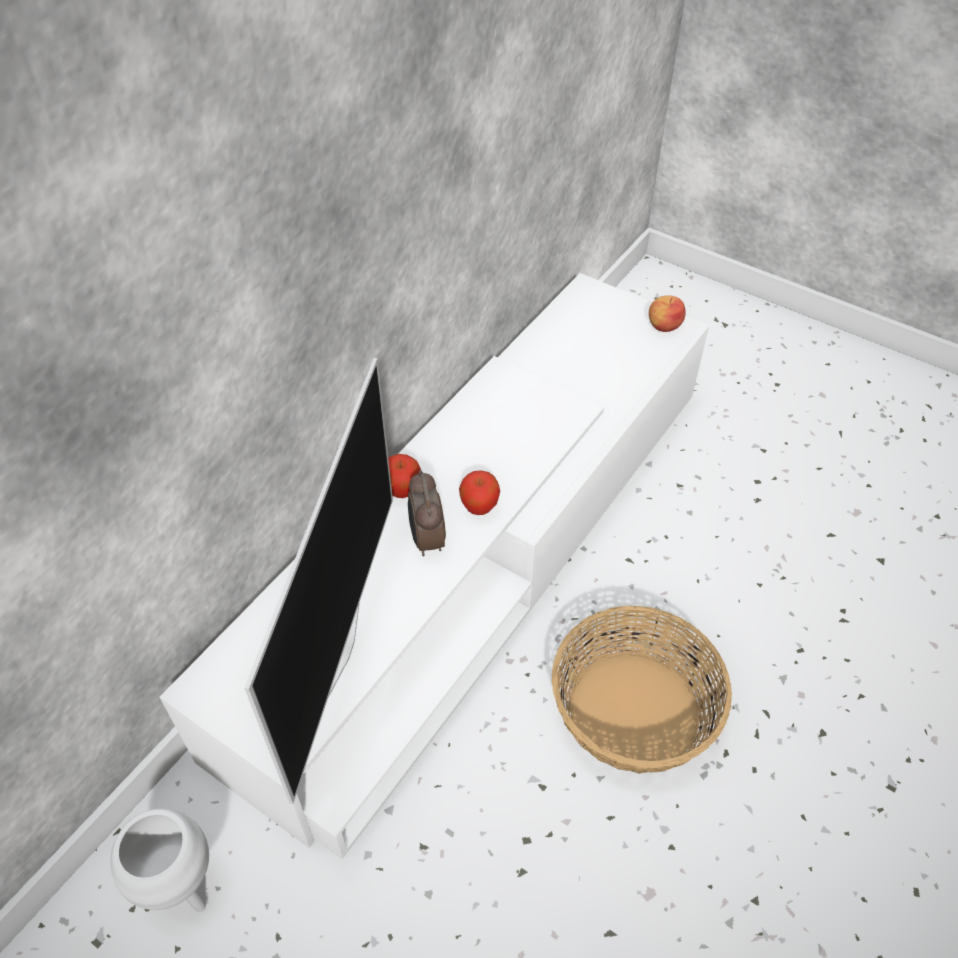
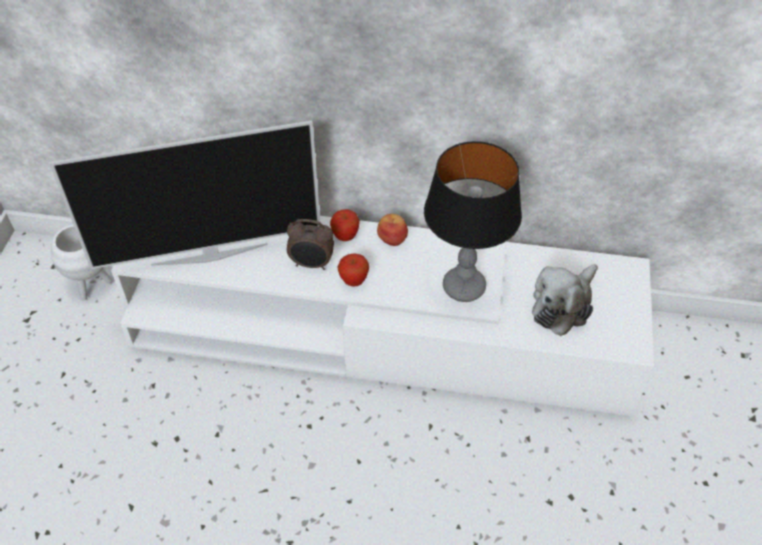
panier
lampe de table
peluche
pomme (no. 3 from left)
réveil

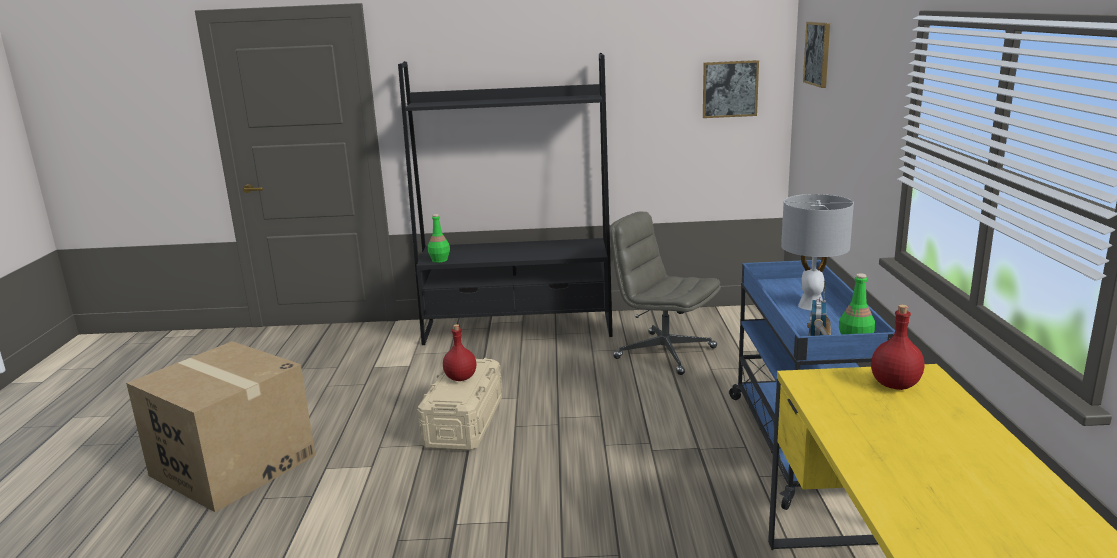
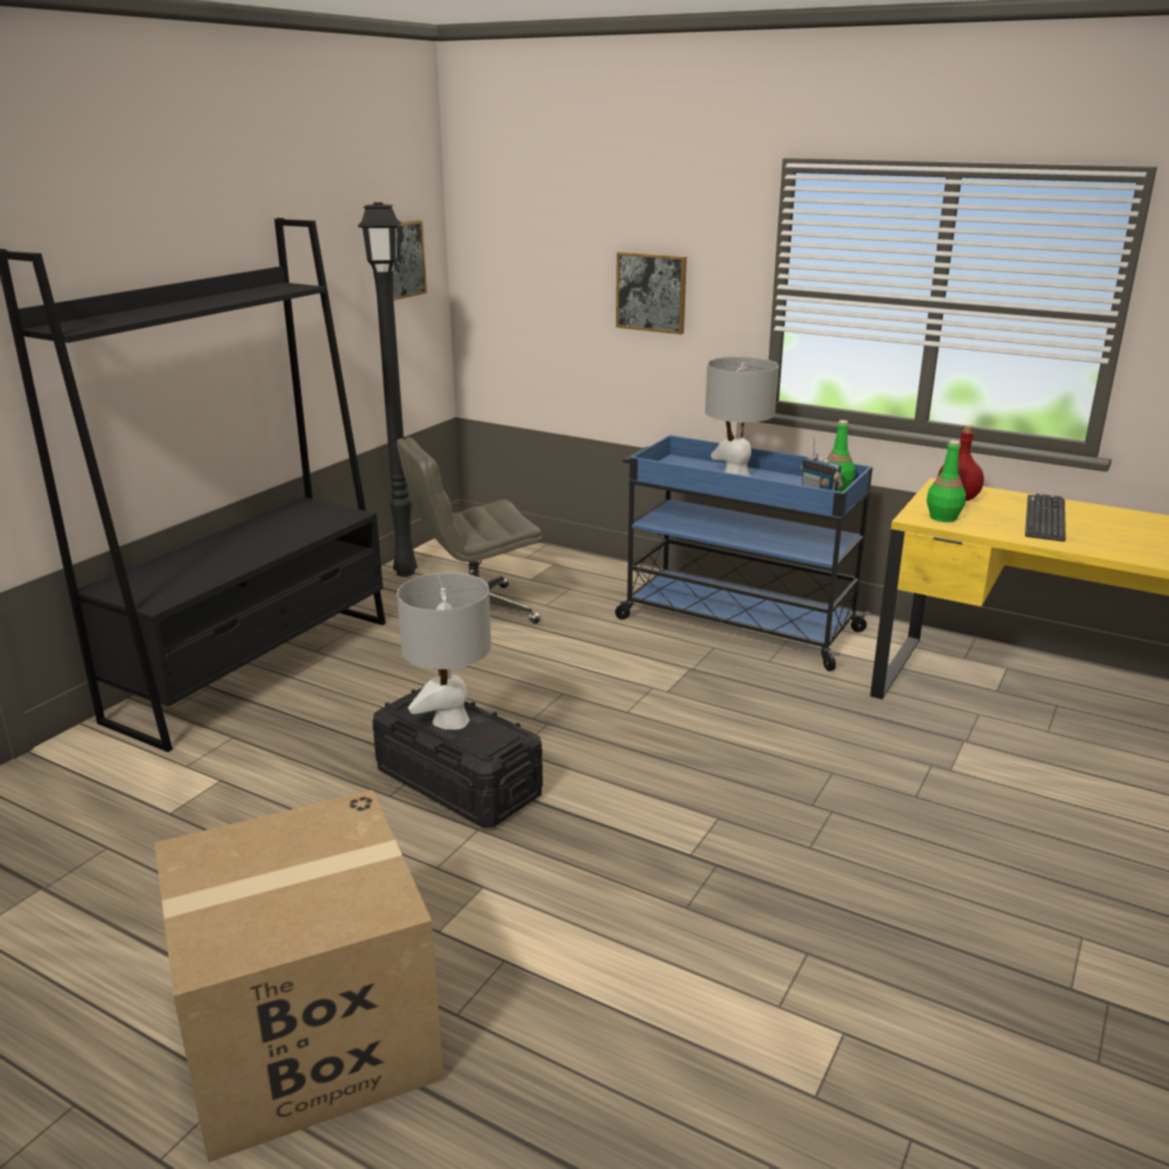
lampadaire (noir)
clavier
bouteille (vert) (no. 2 from left)
tableau (no. 2 from left)
lampe de table (gris) (no. 1 from left)
boîte de rangement (noir)

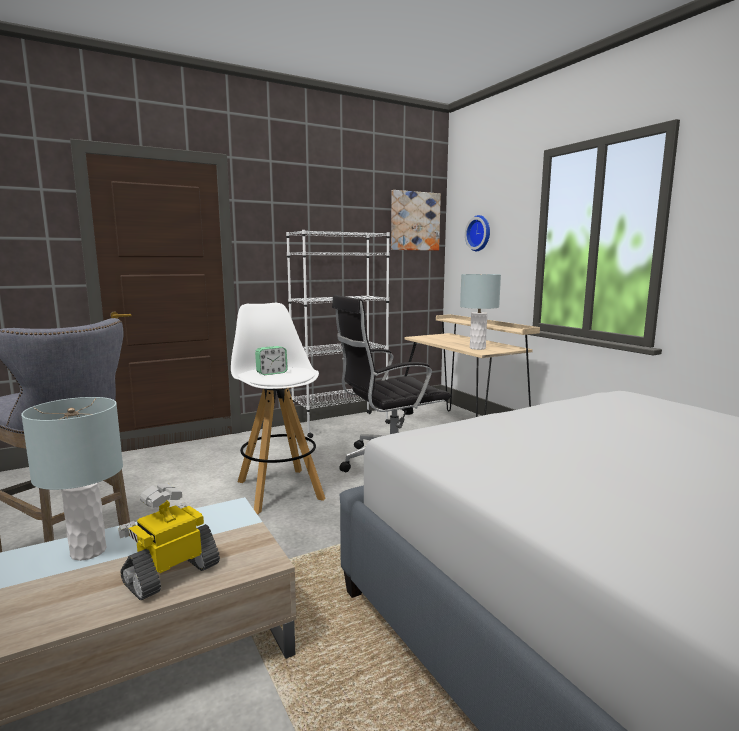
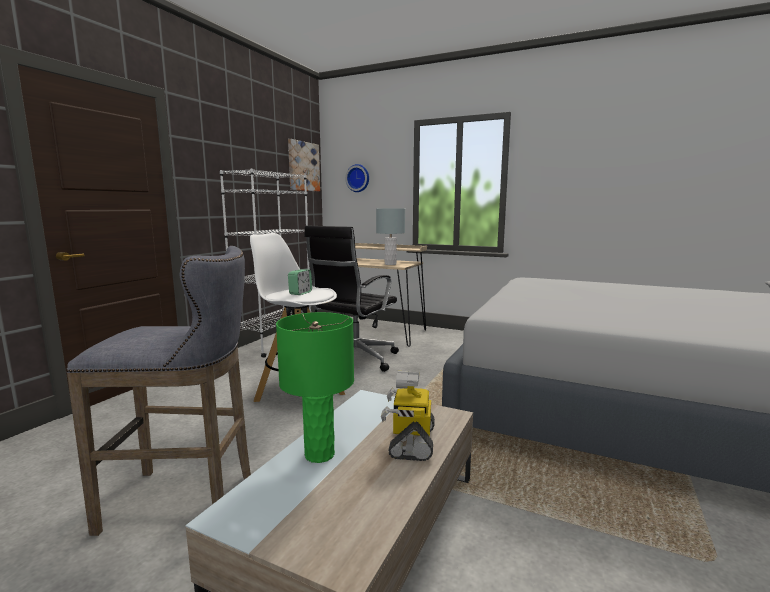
lampe de table (vert)

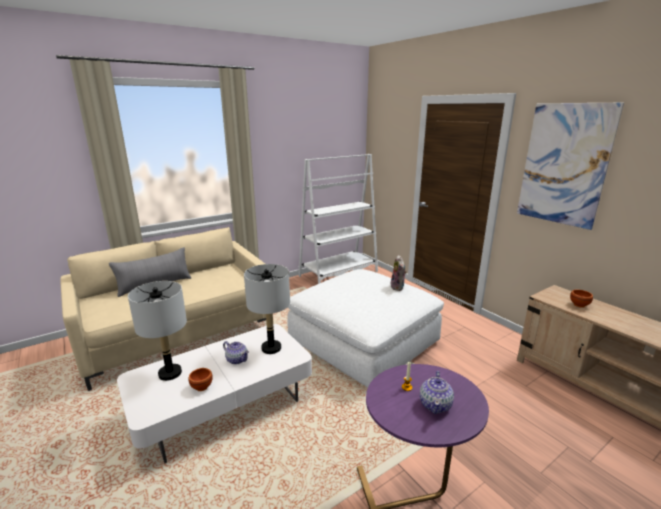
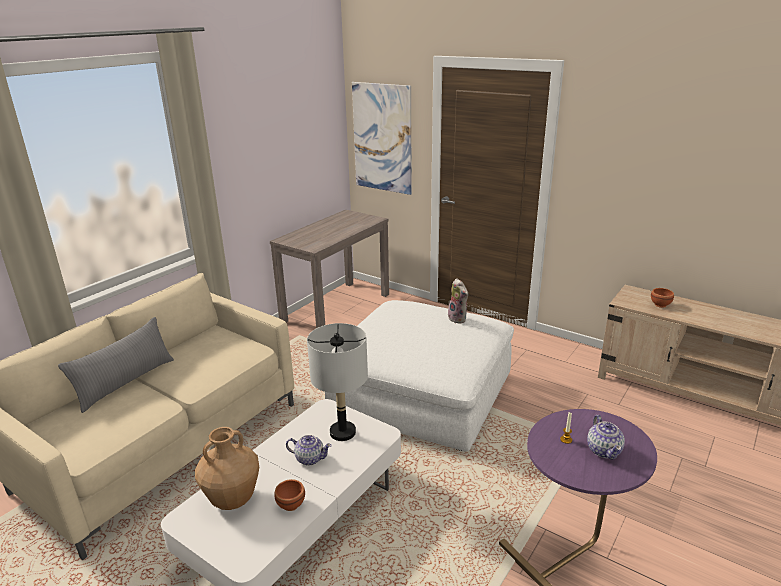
tableau
vase (marron)
table console (marron)

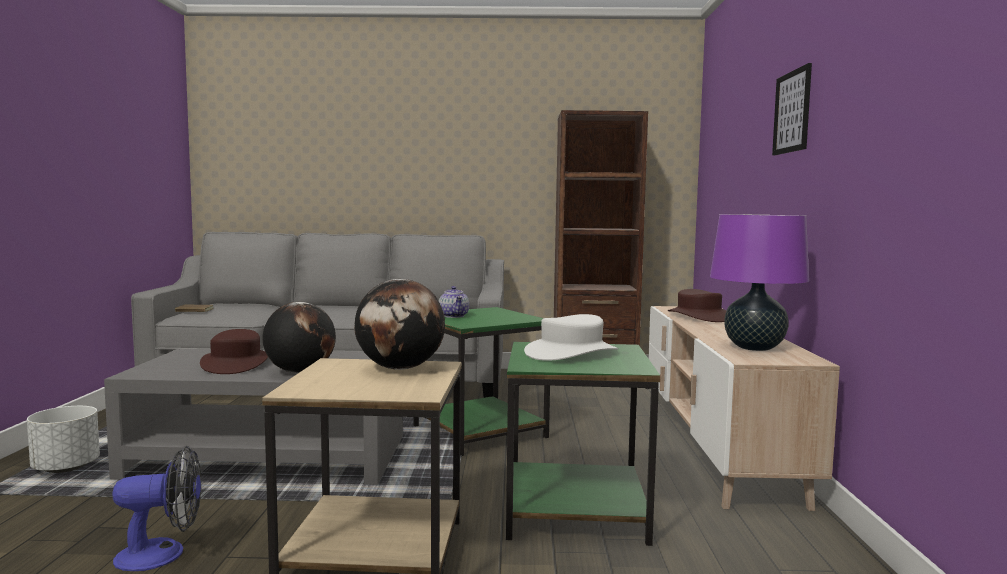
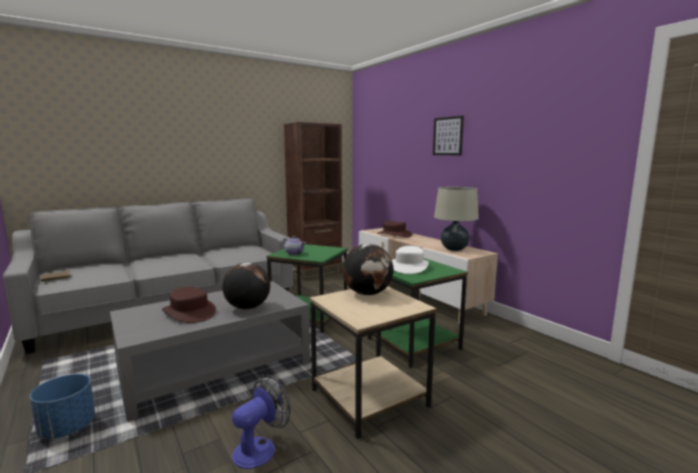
cache-pot (bleu)
lampe de table (beige)

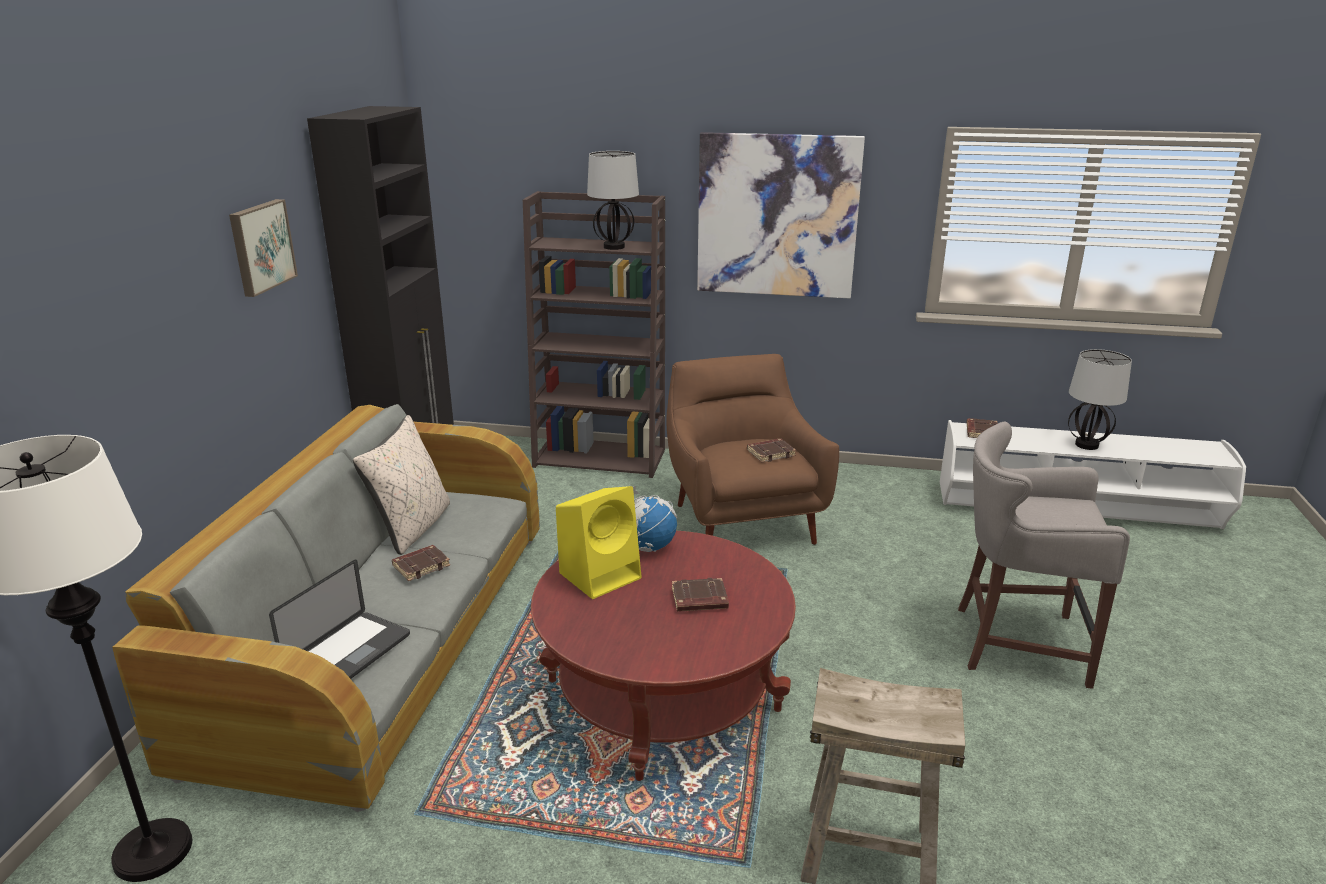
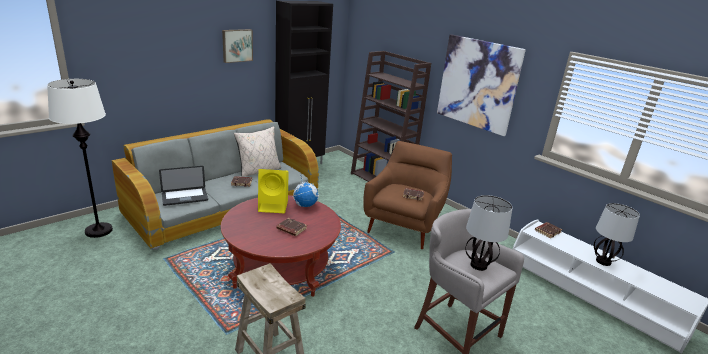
lampe de table (no. 1 from left)

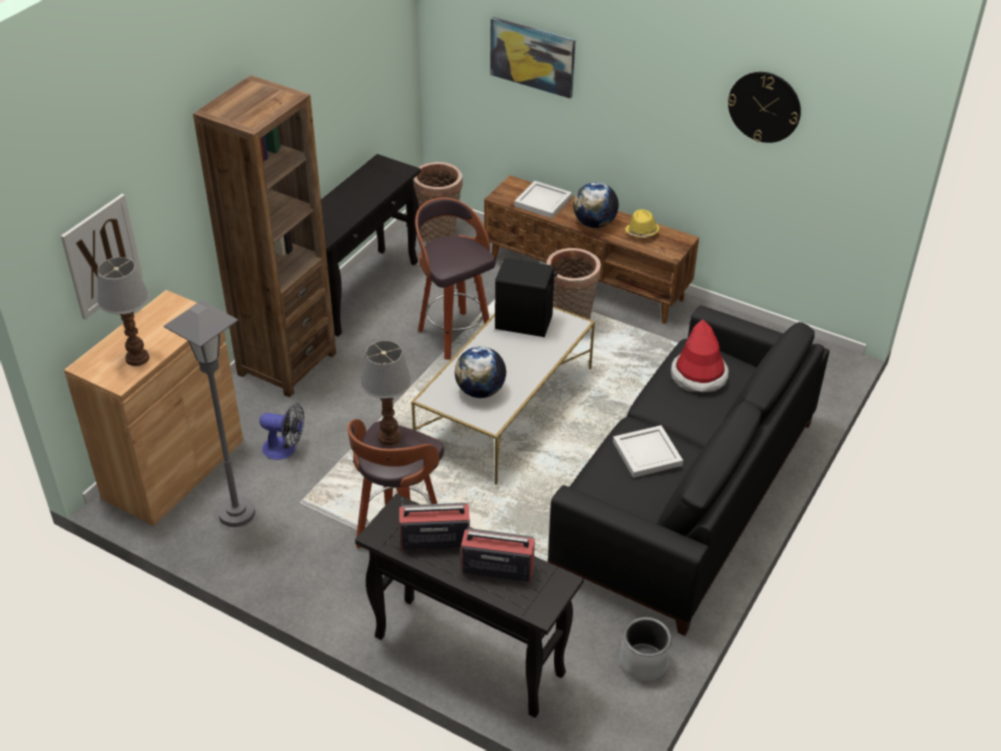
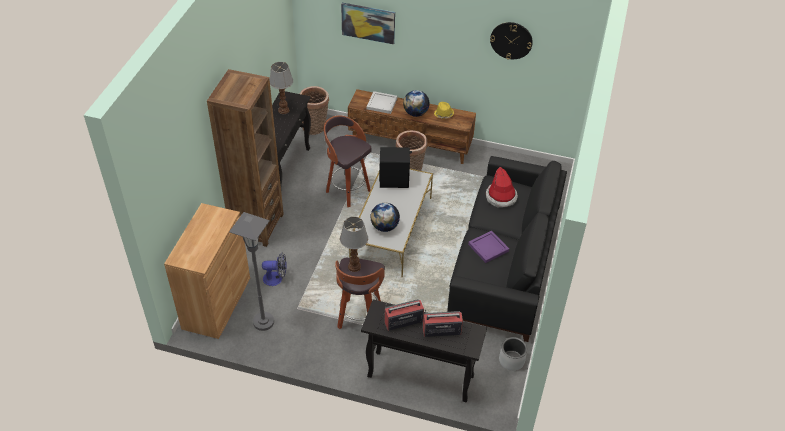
tableau (no. 1 from left in the first image)
lampe de table (no. 1 from left)
plateau (violet)

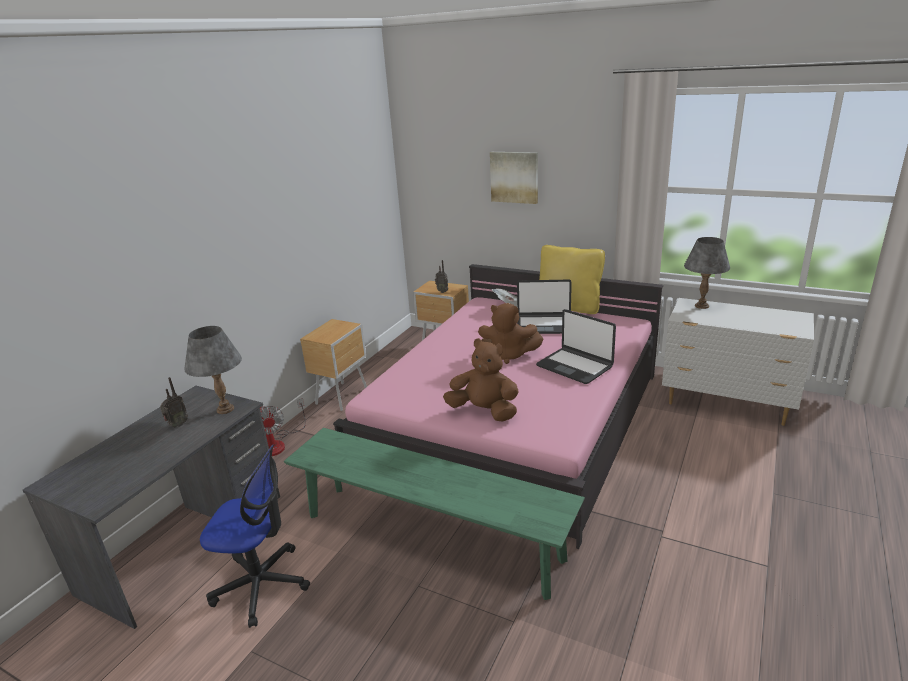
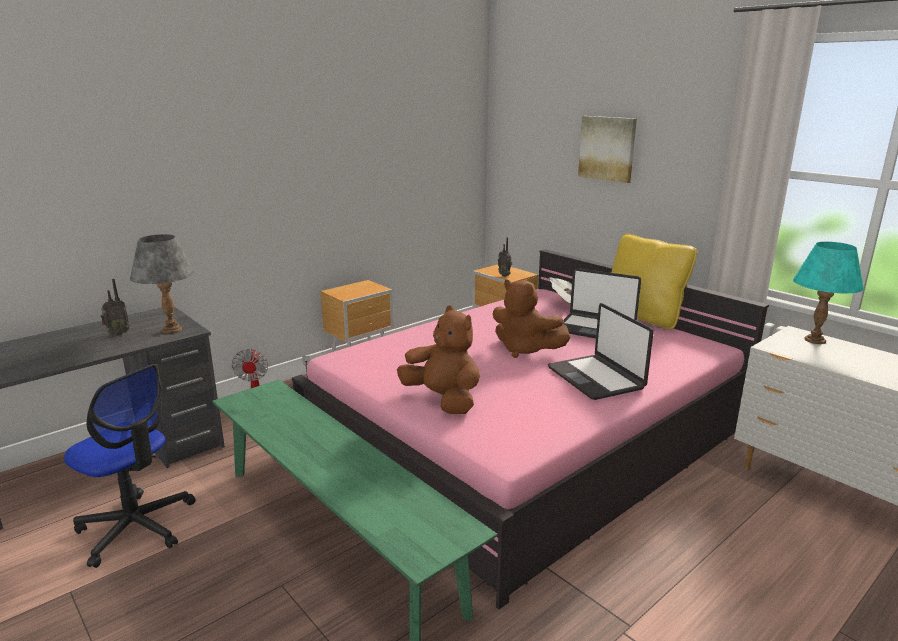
lampe de table (turquoise)

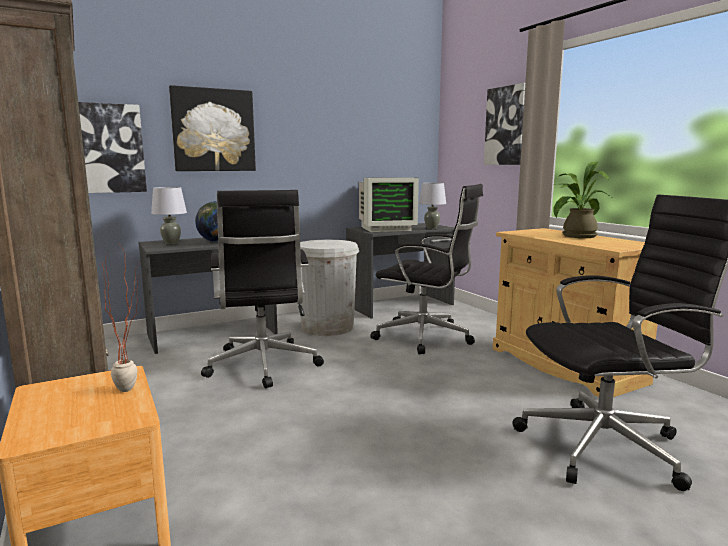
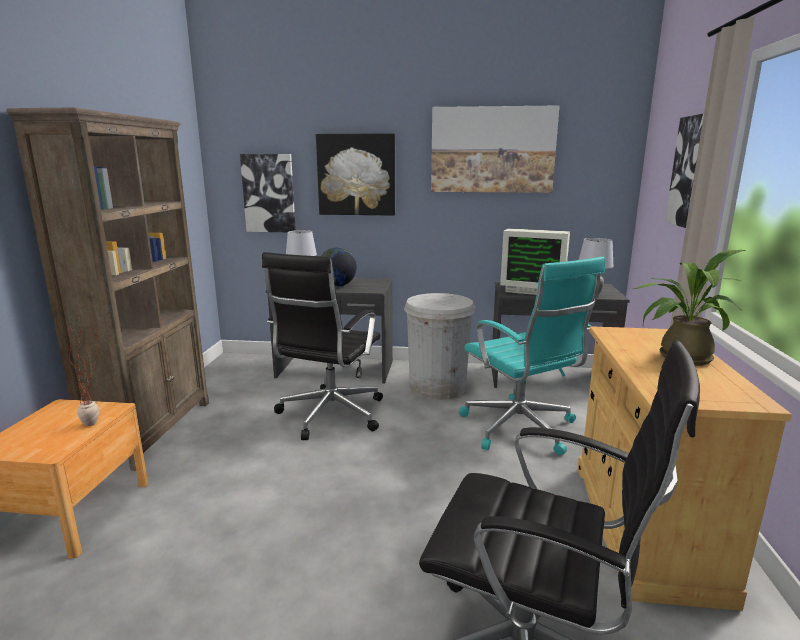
tableau (no. 3 from left)
chaise de bureau (turquoise)

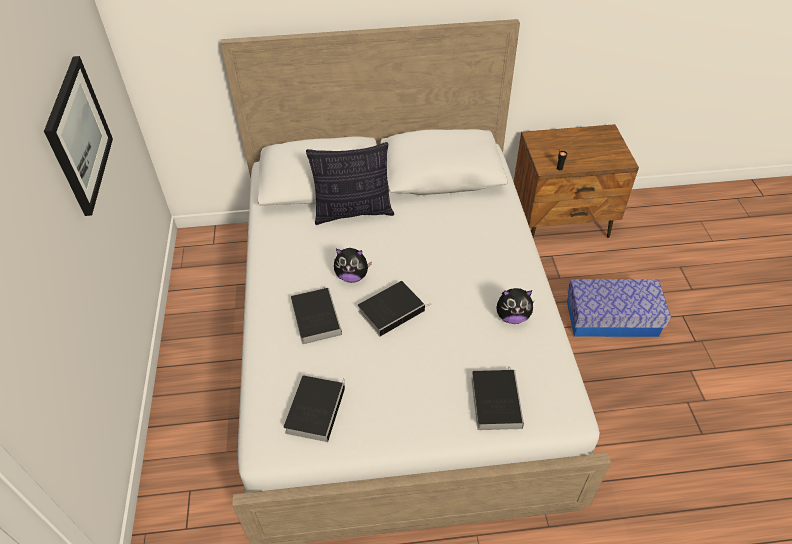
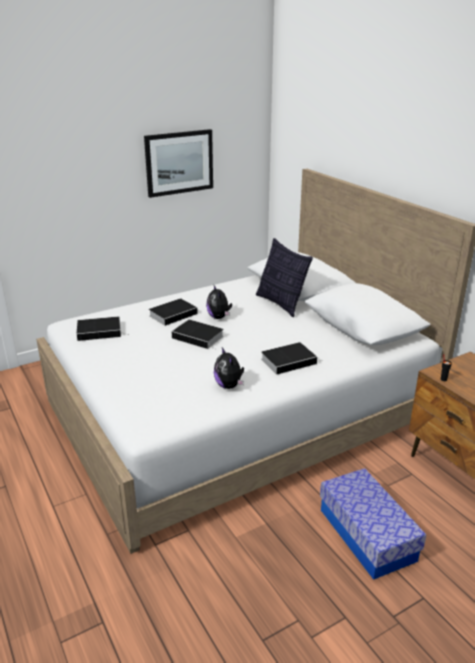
livre (no. 4 from left)

